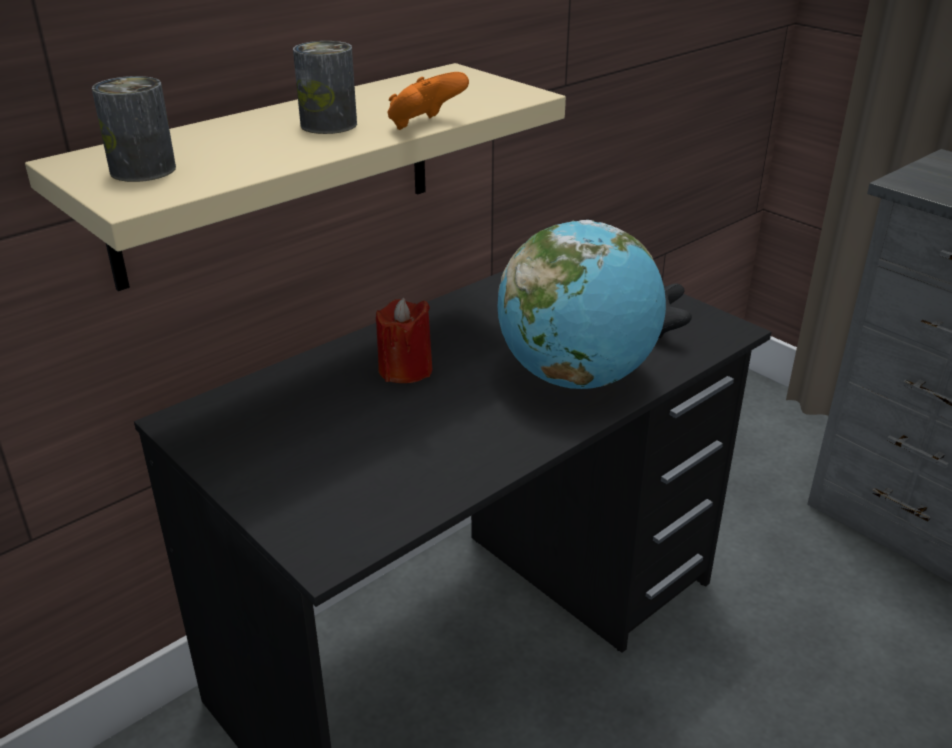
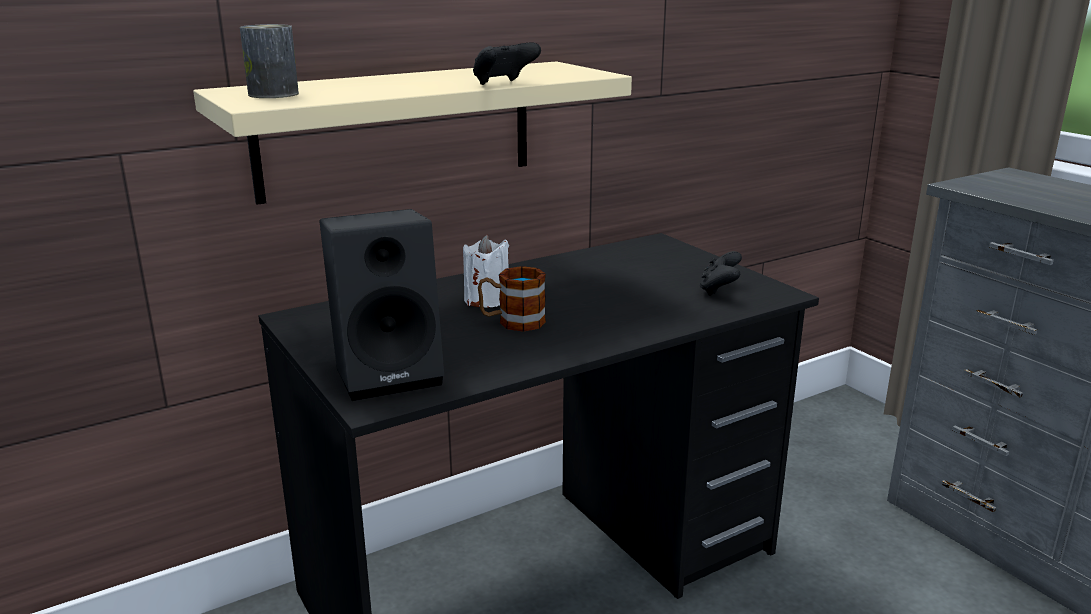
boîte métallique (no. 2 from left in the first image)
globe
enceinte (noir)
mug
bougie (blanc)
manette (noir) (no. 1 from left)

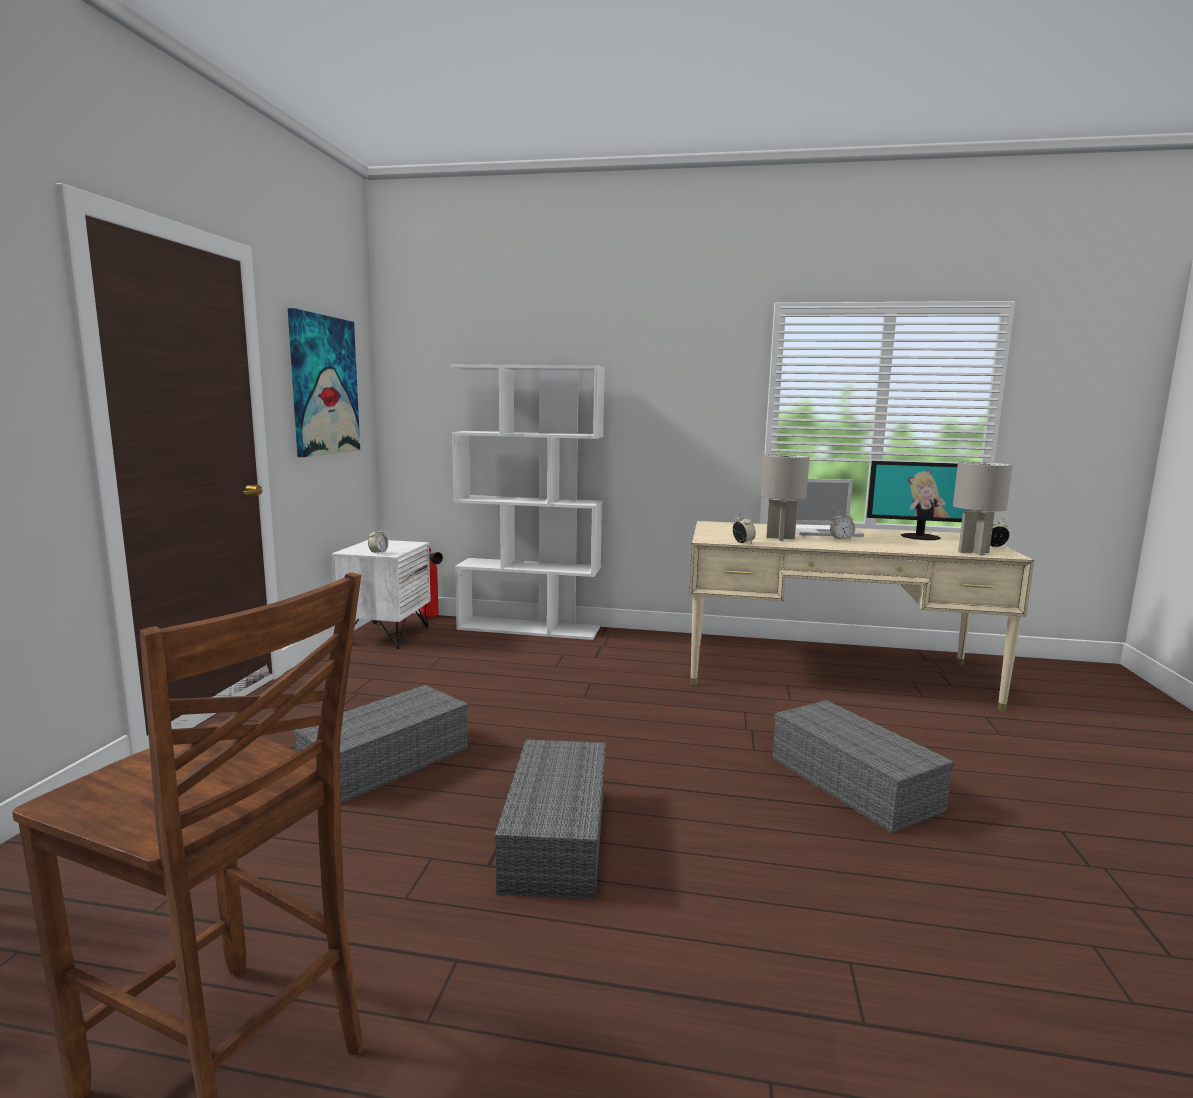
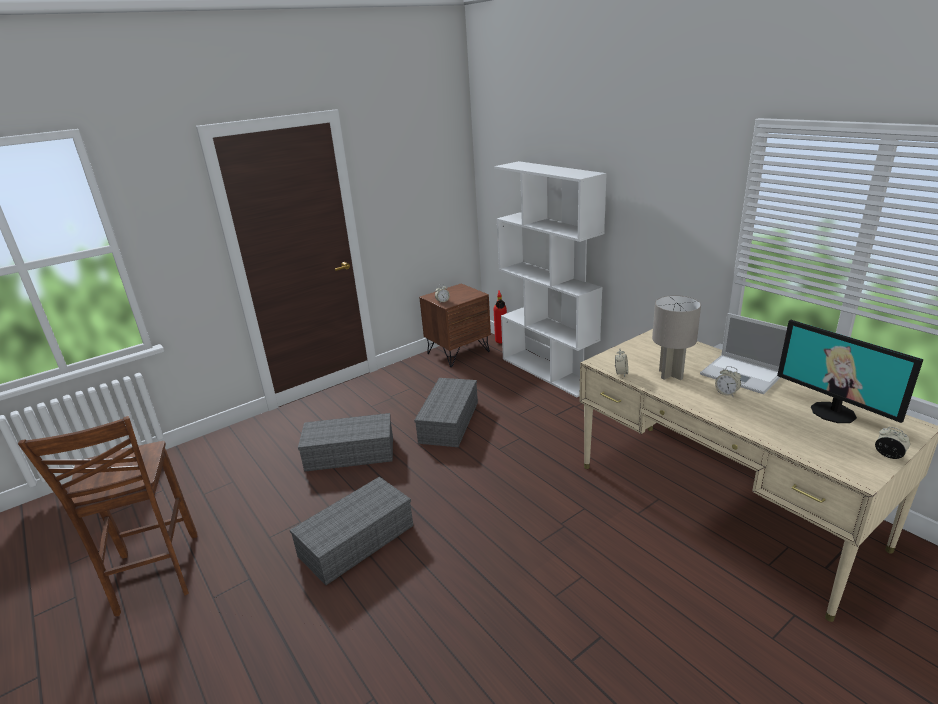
tableau
lampe de table (gris) (no. 2 from left in the first image)
boîte de rangement (gris) (no. 3 from left)
table de chevet (marron)

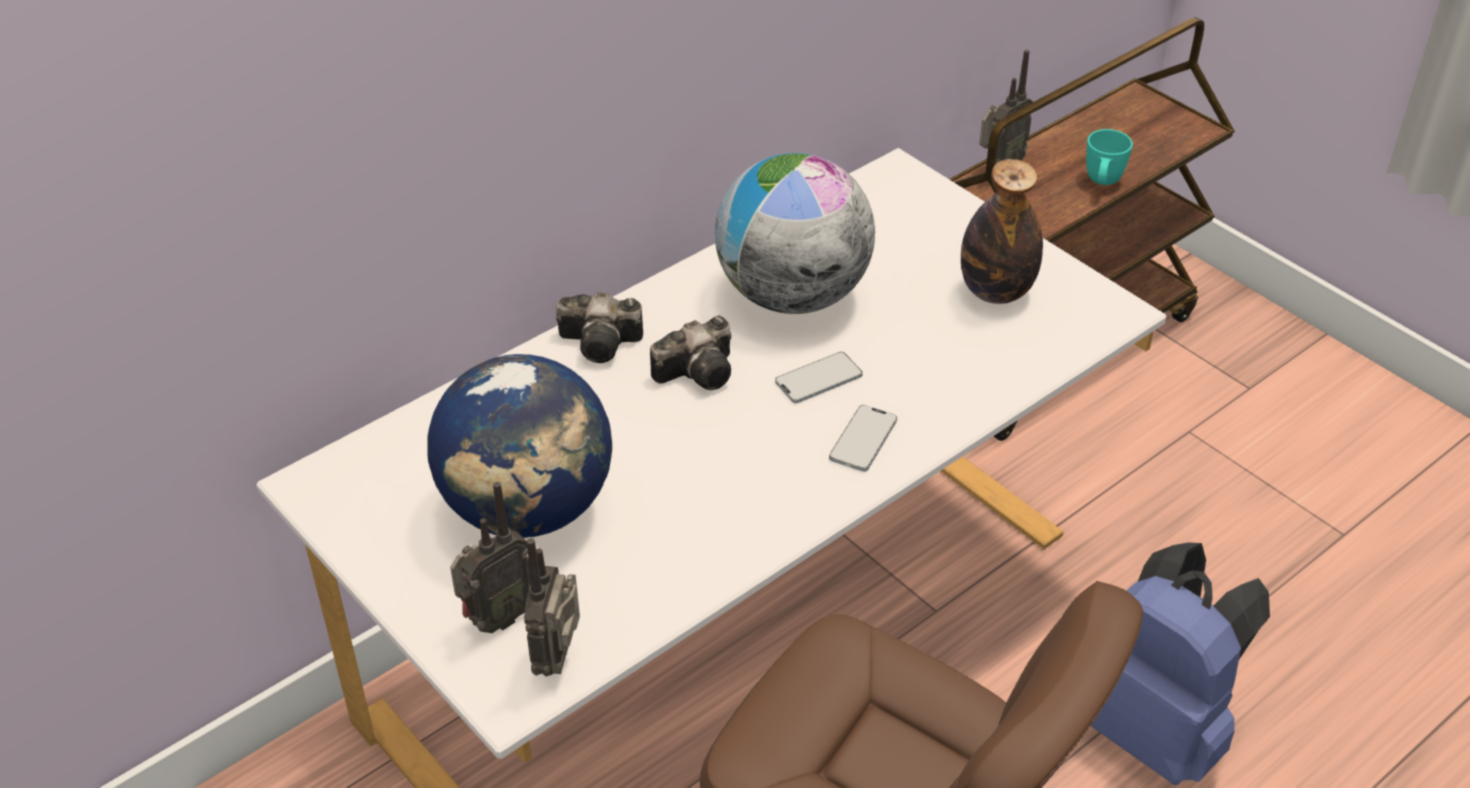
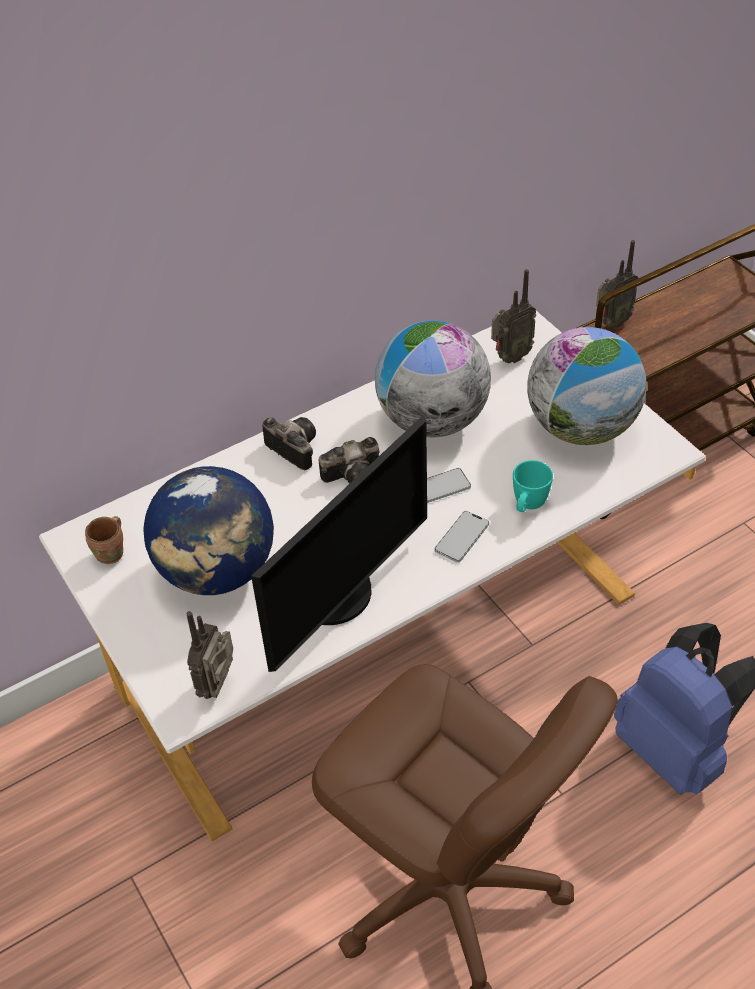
mug (marron)
écran d'ordinateur
radio (no. 2 from left)
mug (turquoise)
globe (no. 3 from left)
appareil photo (no. 1 from left)

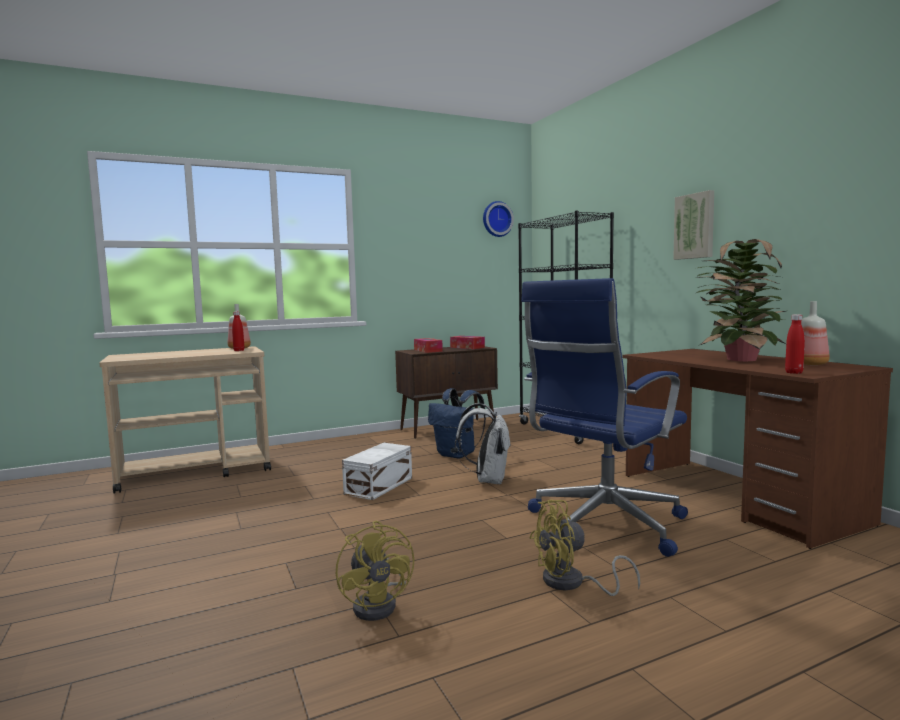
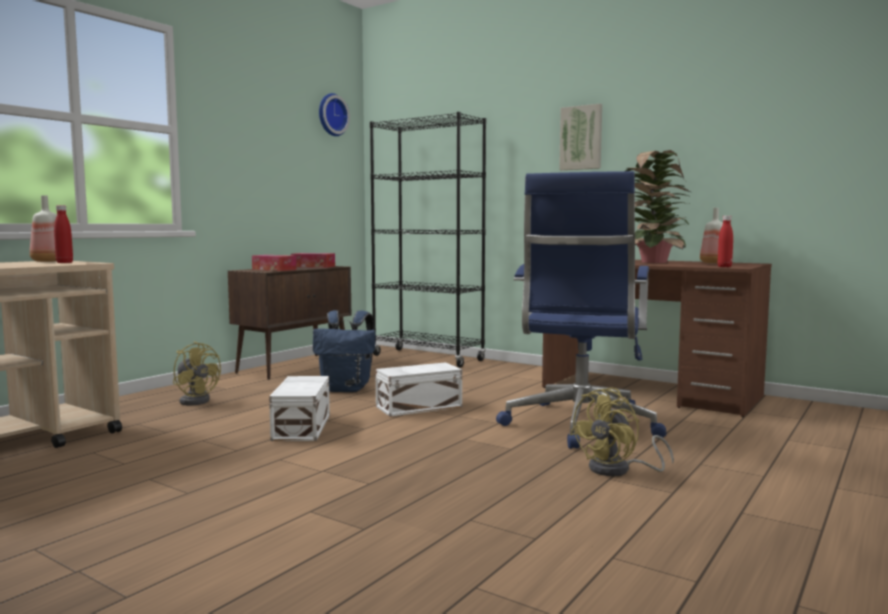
ventilateur (jaune) (no. 1 from left)
boîte de rangement (blanc) (no. 2 from left)

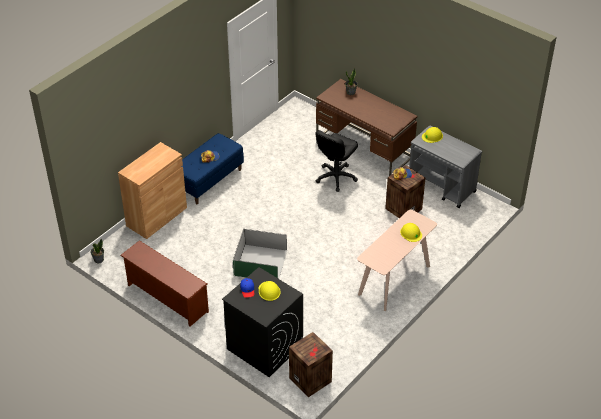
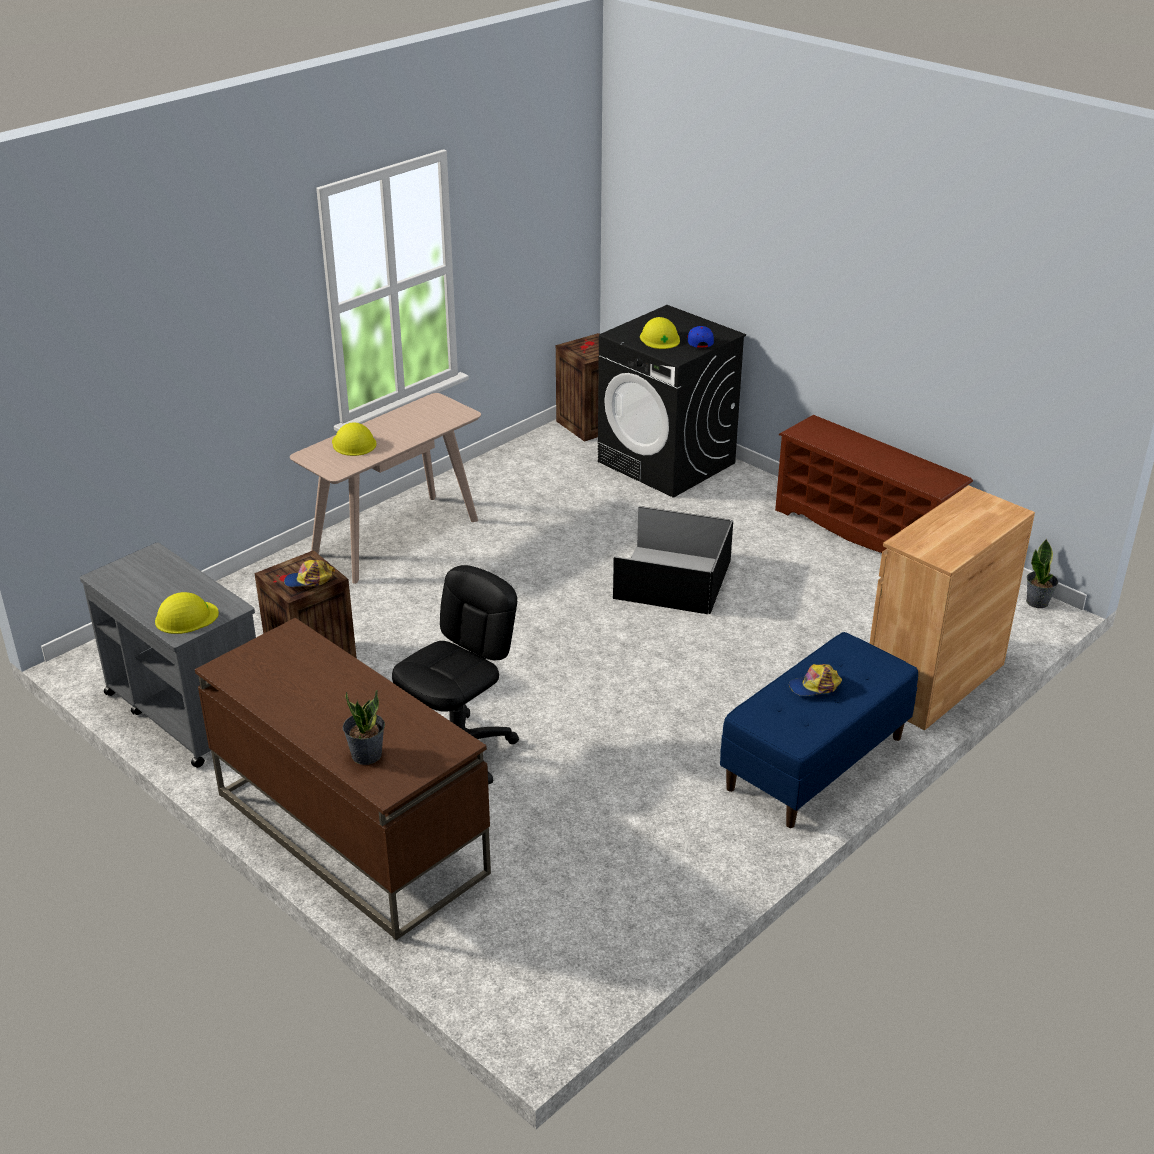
boîte de rangement (noir)

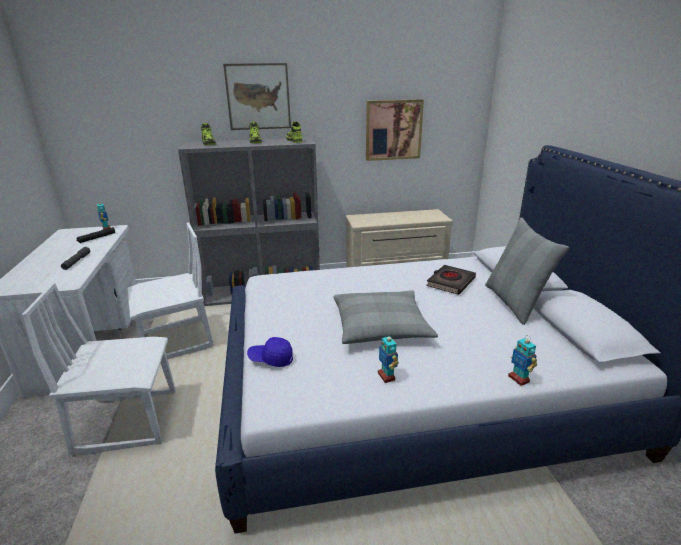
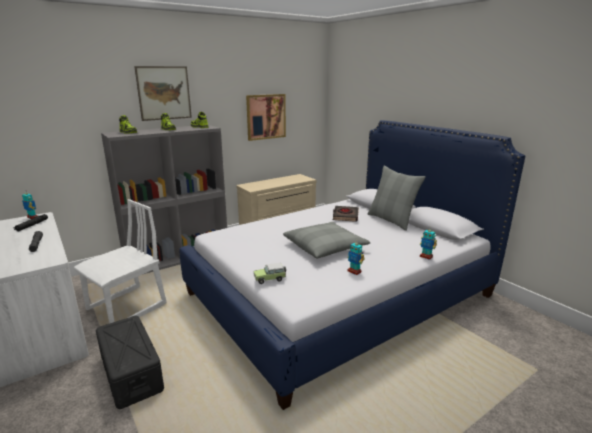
boîte de rangement (noir)
petite voiture

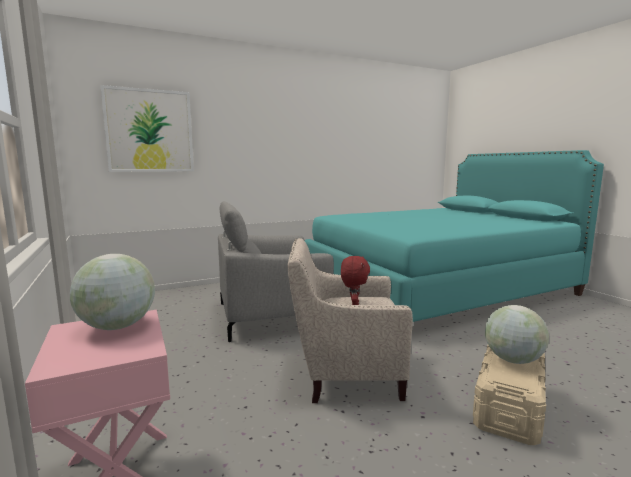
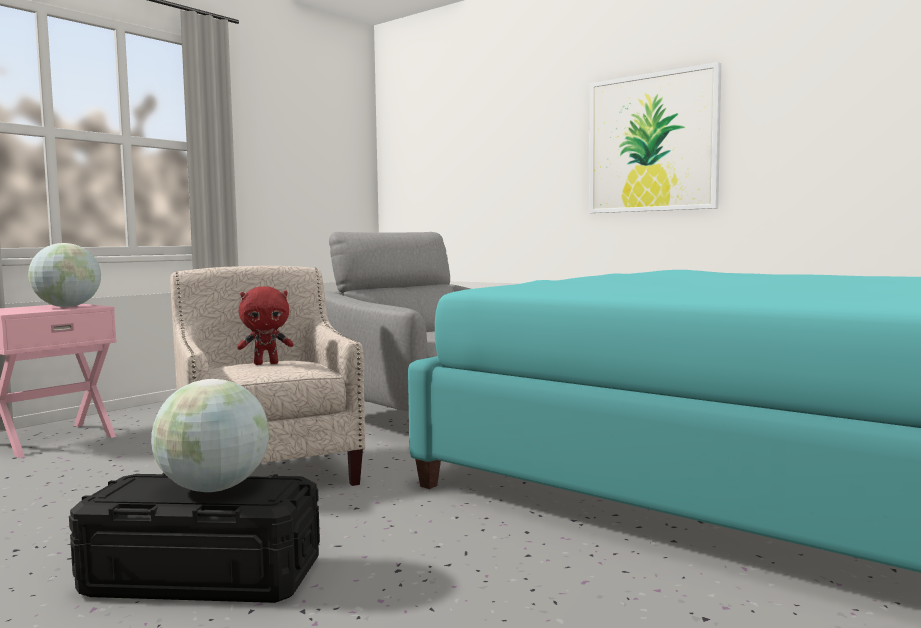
tableau
boîte de rangement (noir)

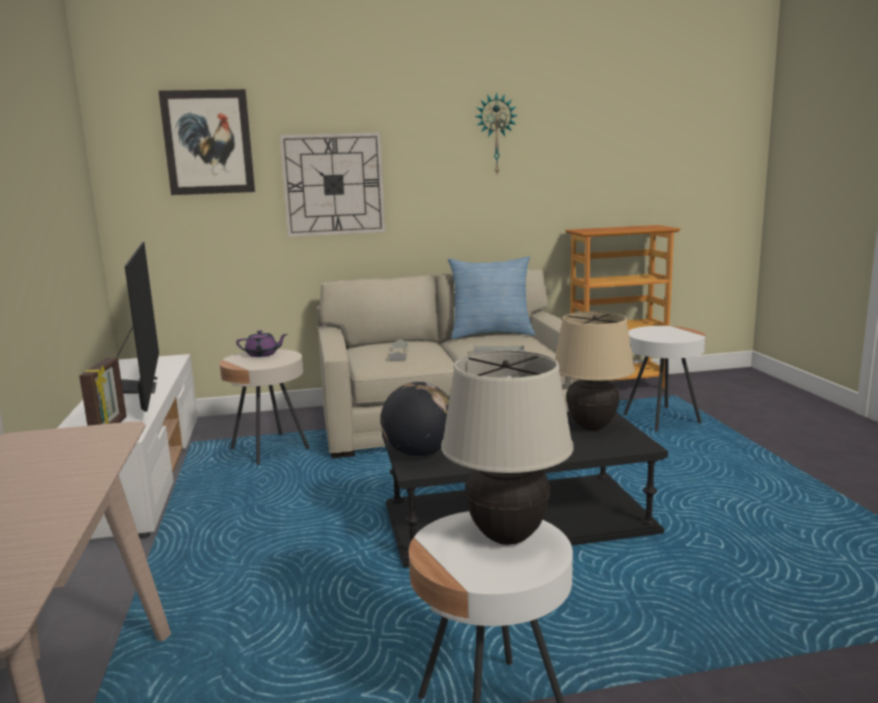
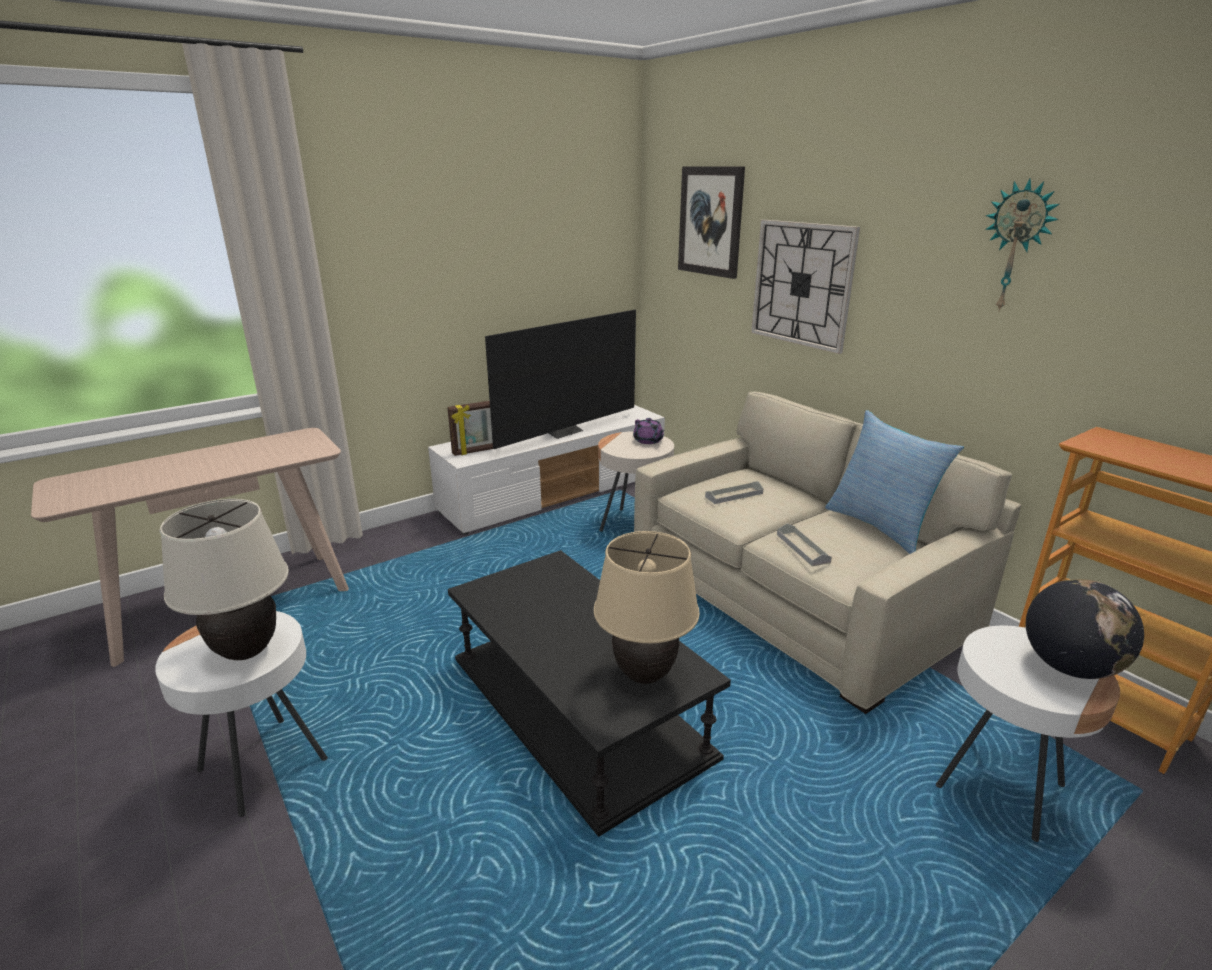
globe

